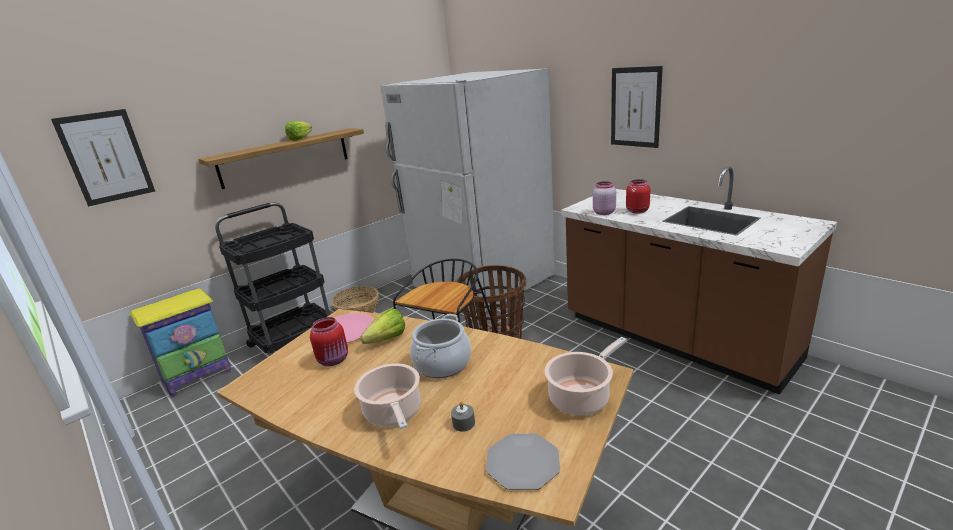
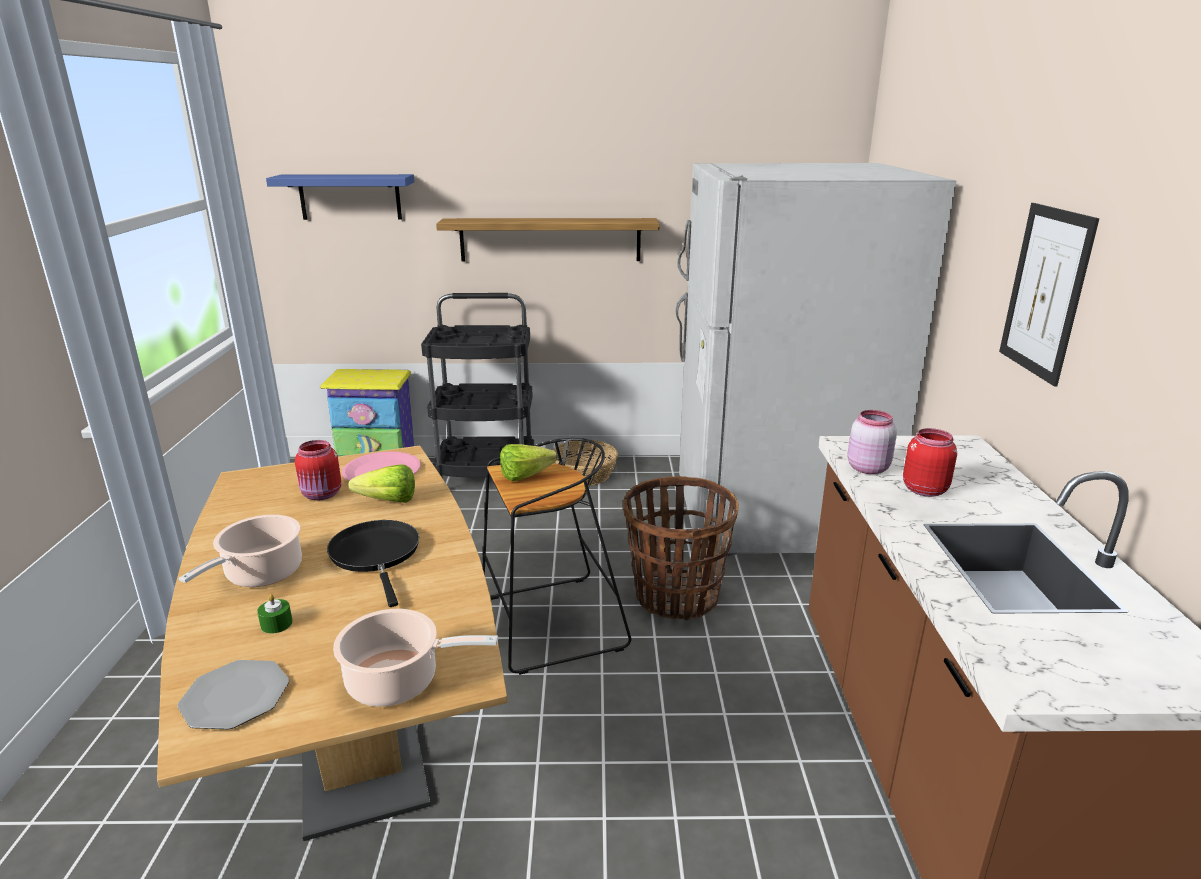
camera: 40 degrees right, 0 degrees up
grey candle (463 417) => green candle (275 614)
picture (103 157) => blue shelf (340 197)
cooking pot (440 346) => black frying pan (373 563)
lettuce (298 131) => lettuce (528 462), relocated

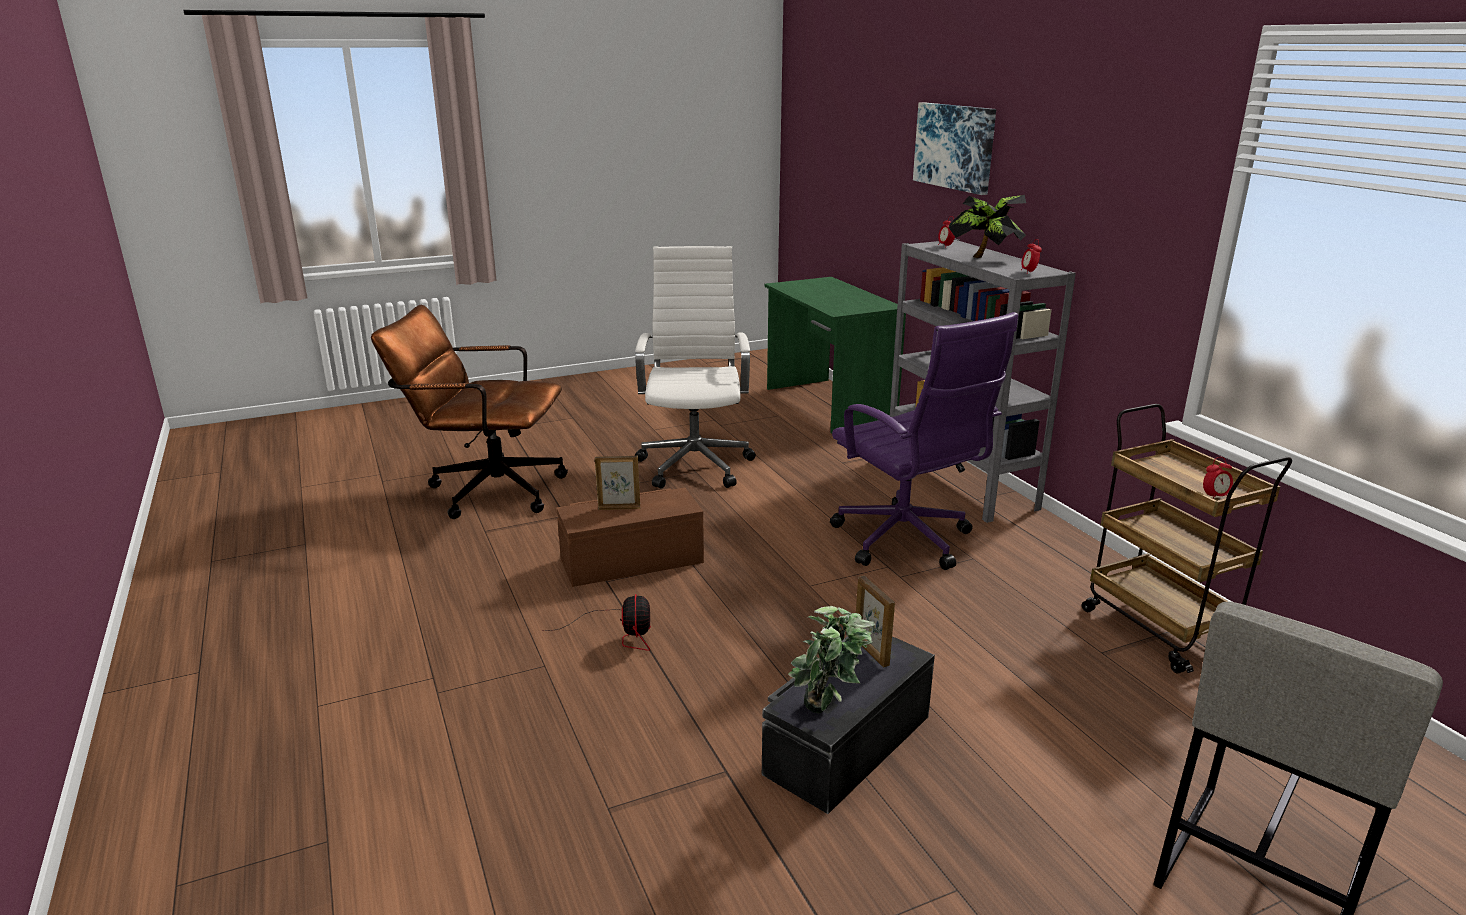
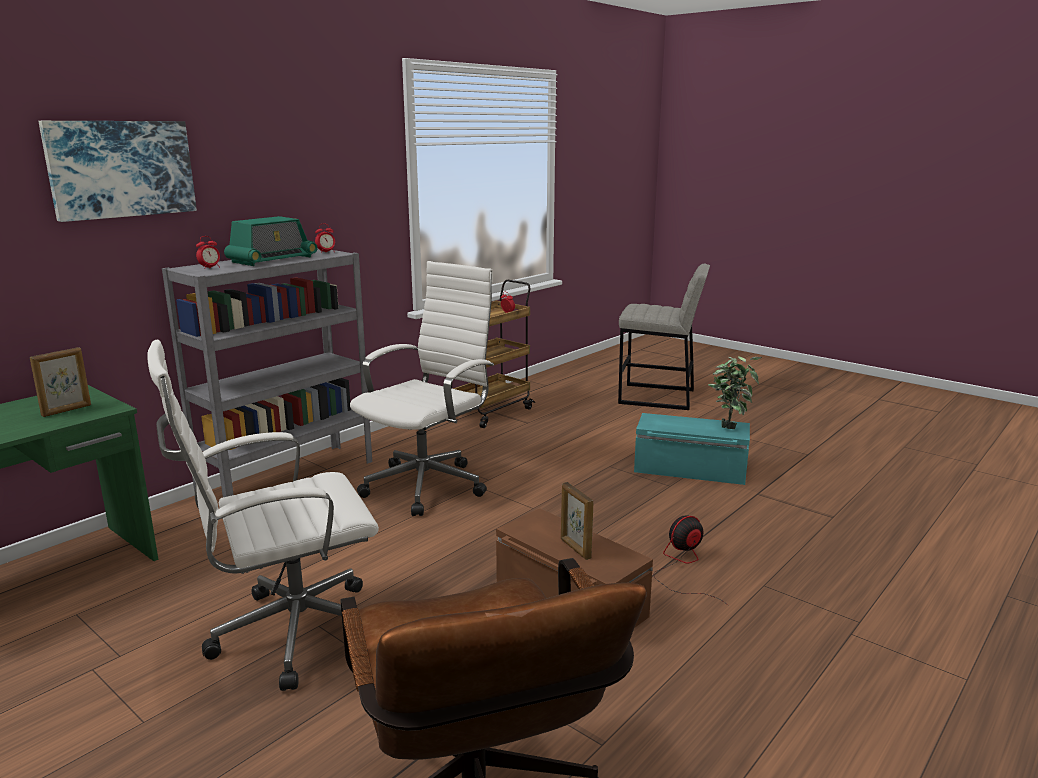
camera: 115 degrees left, 5 degrees down
picture frame (875 621) => picture frame (60 382), relocated
potted plant (987 226) => radio (271 241)
purple office chair (924 441) => white office chair (422 388)
black storage box (848 725) => turquoise storage box (692 449)

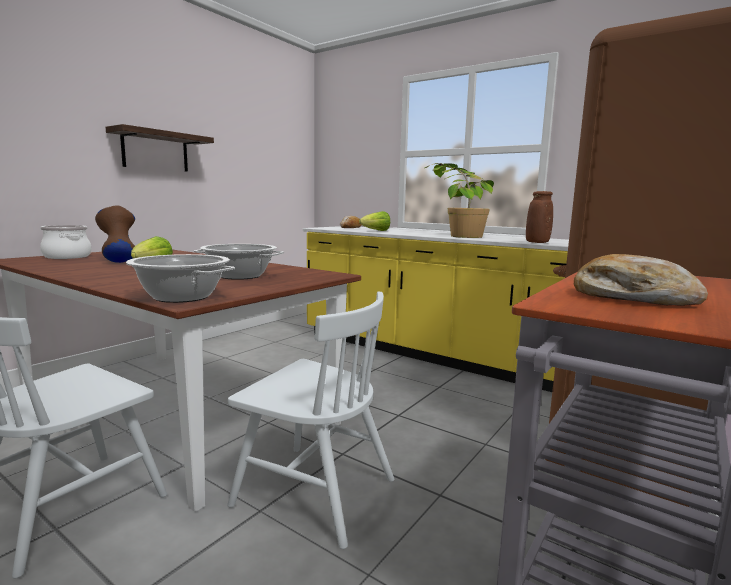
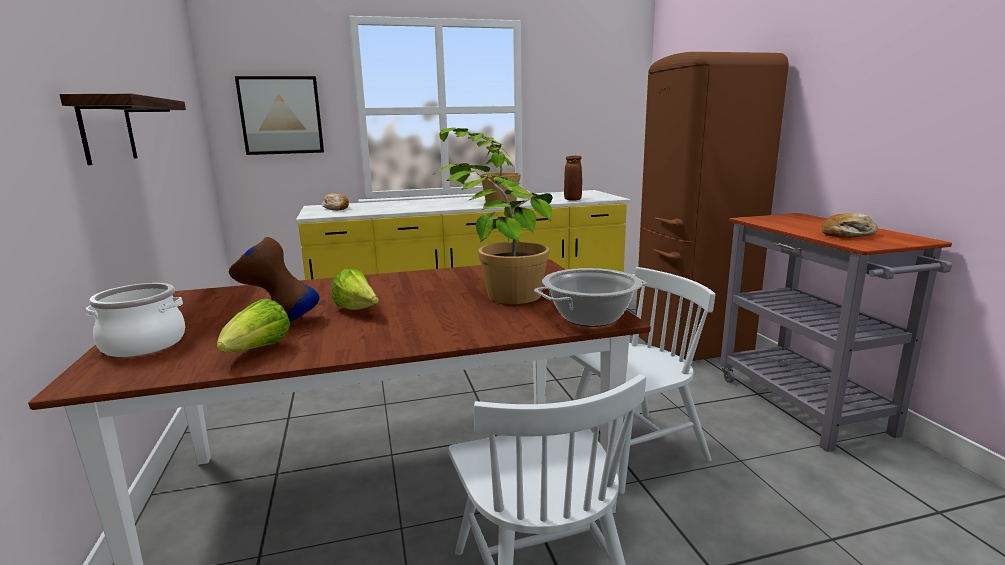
camera: 50 degrees left, 5 degrees up
lettuce (374 221) => lettuce (253 325), relocated
nothing => picture (279 115)
cooking pot (239 262) => potted plant (492 233)

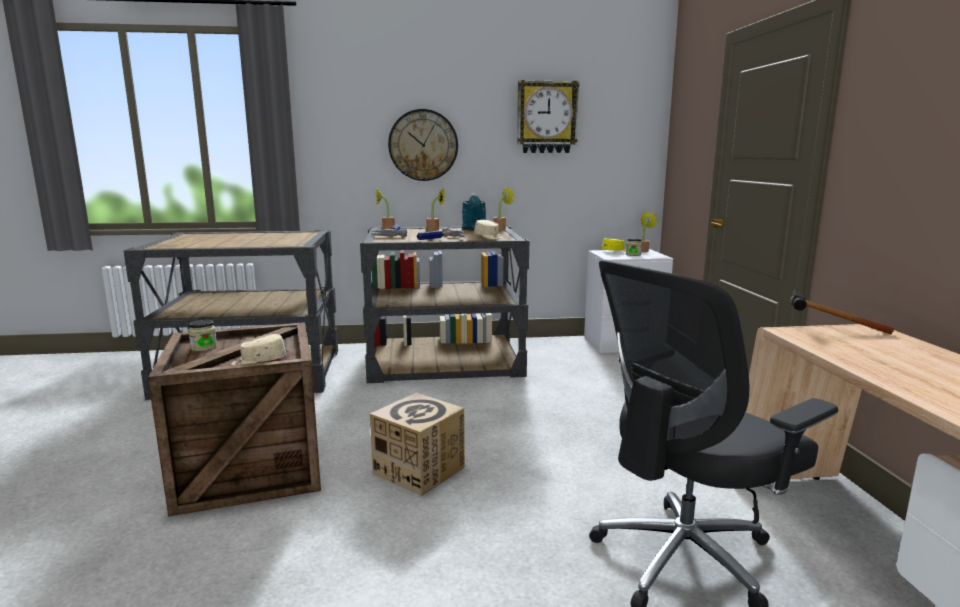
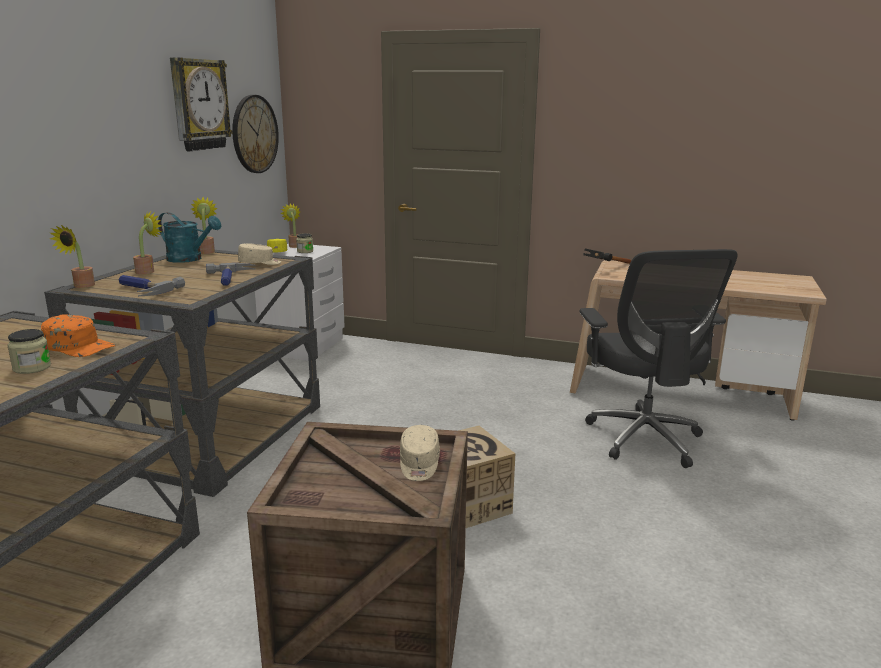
camera: 65 degrees left, 5 degrees up
jar (202 335) => jar (29 351), relocated
nothing => orange cap (78 335)
wall clock (423 145) => wall clock (255 134), relocated

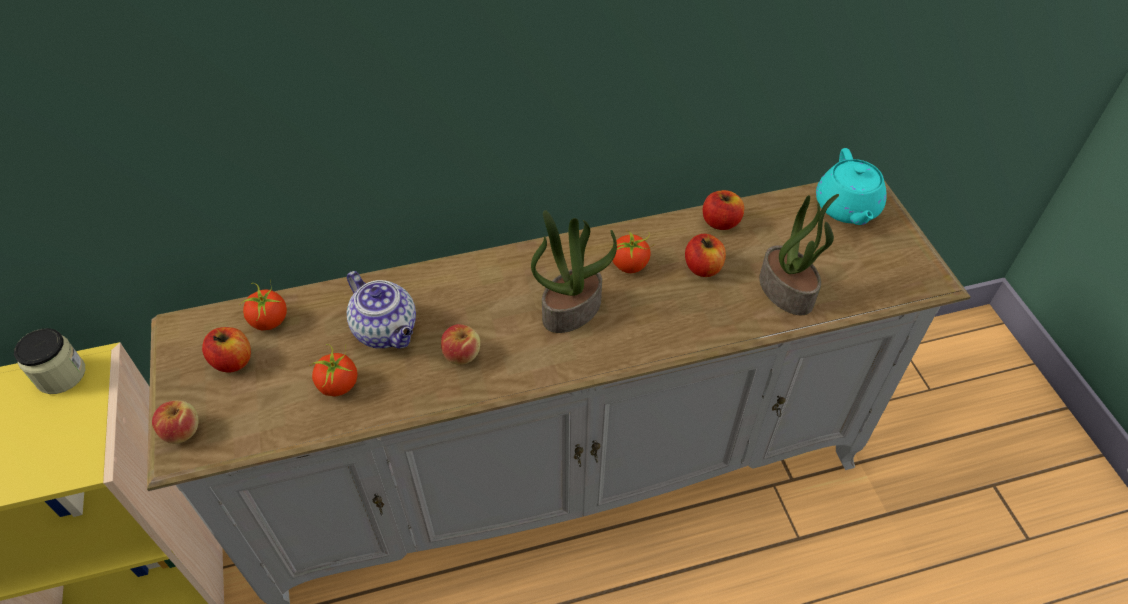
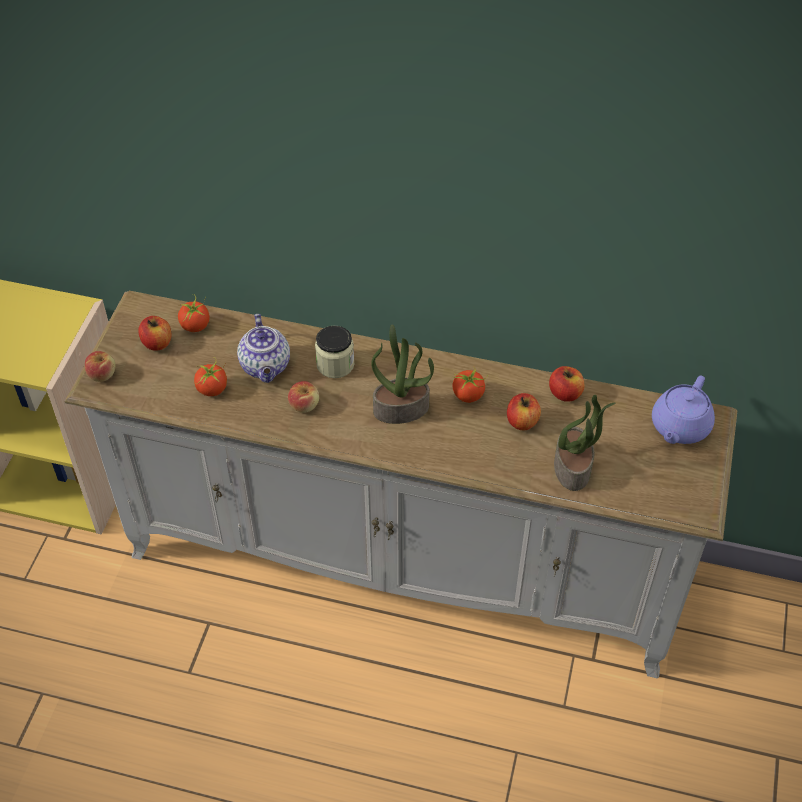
camera: 30 degrees right, 0 degrees up
jar (49 361) => jar (335 352), relocated
turquoise teapot (851 186) => purple teapot (683 410)

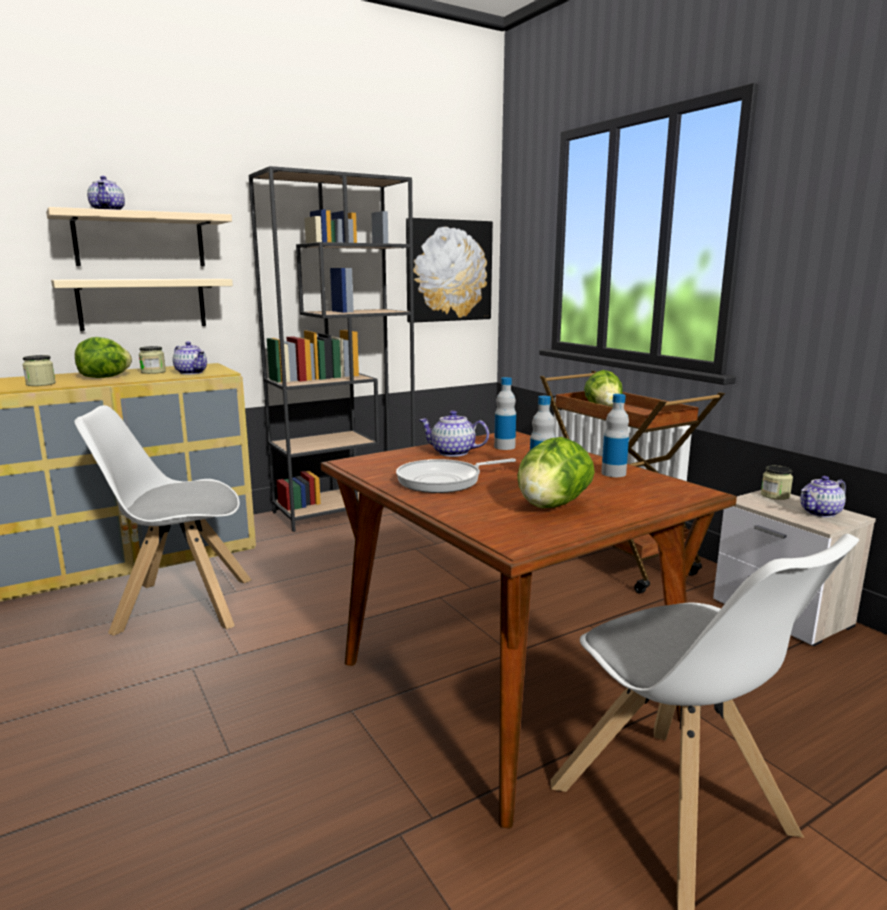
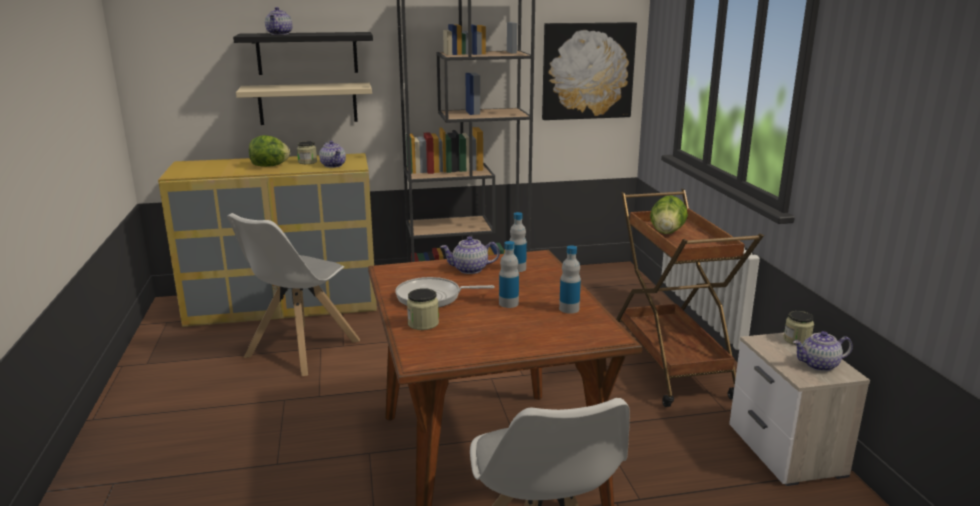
camera: 20 degrees right, 5 degrees up
chair (162 520) => chair (293 294), 75 degrees counterclockwise
beige shelf (139 236) => black shelf (303 53)
jar (39 370) => jar (423 309), relocated
teapot (454 433) => teapot (470 255), 45 degrees counterclockwise
lettuce (556 472) => nothing

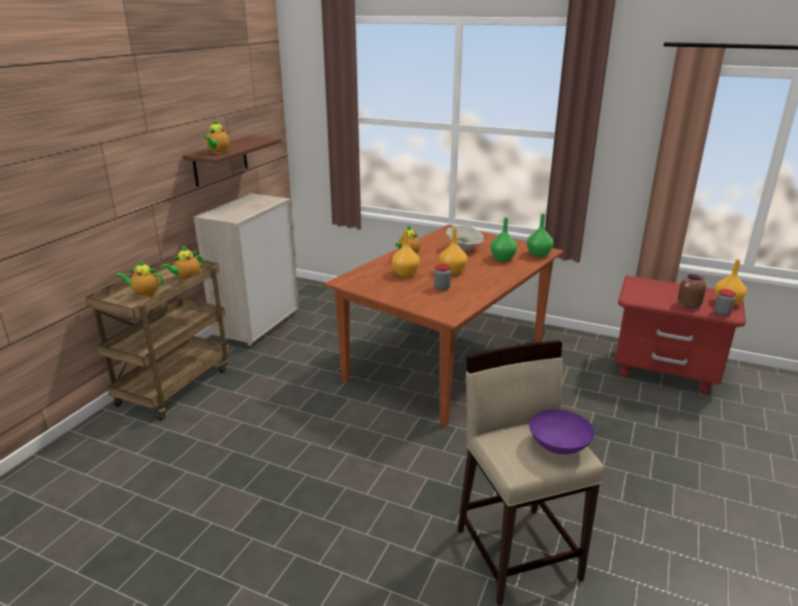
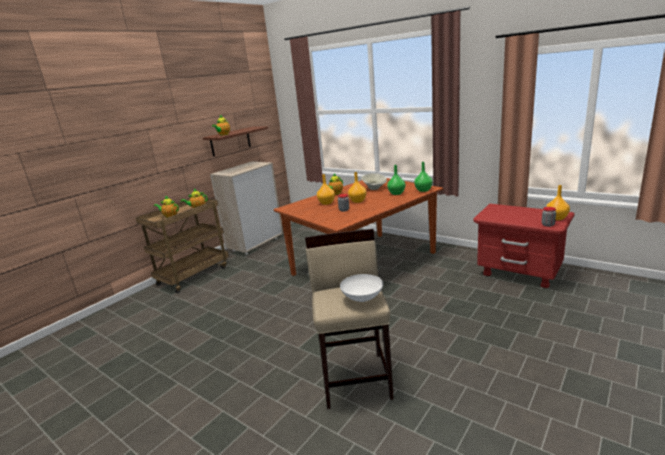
camera: 15 degrees right, 5 degrees down
purple bowl (562 431) => white bowl (361 288)
brown jar (692 291) => nothing

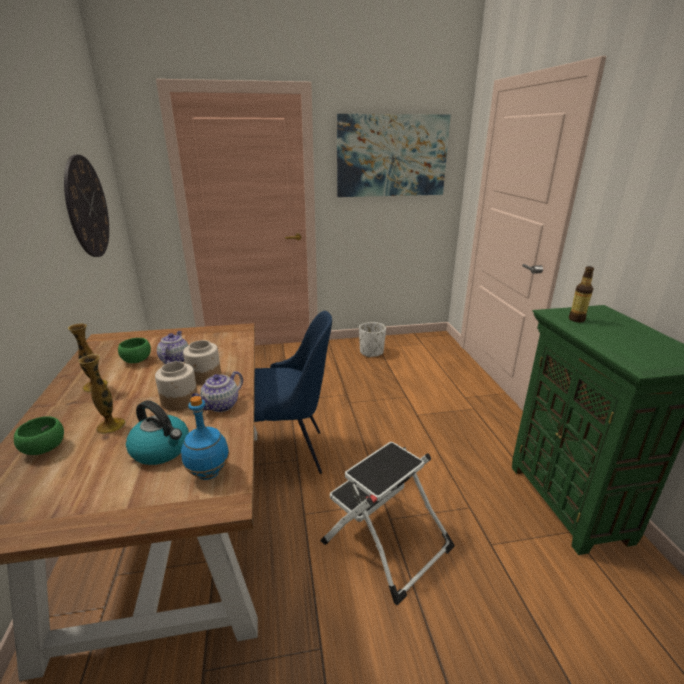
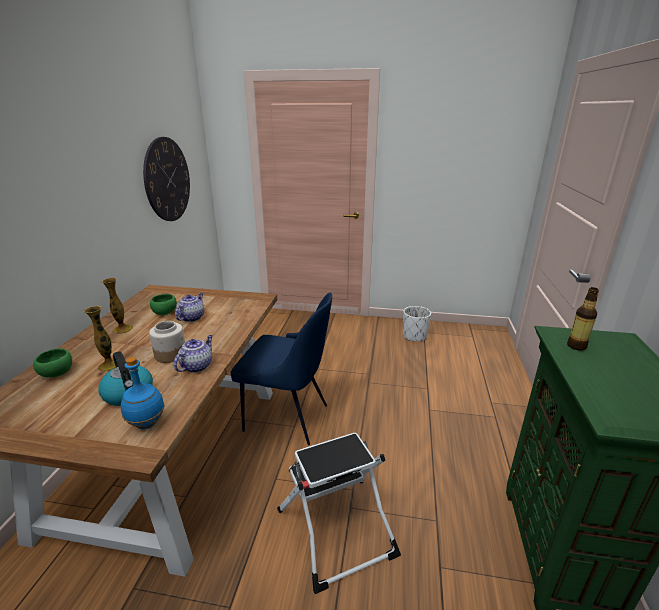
camera: 20 degrees right, 0 degrees up
teapot (217 391) => teapot (193 354), 150 degrees clockwise
jar (202 362) => nothing
picture (394 155) => nothing

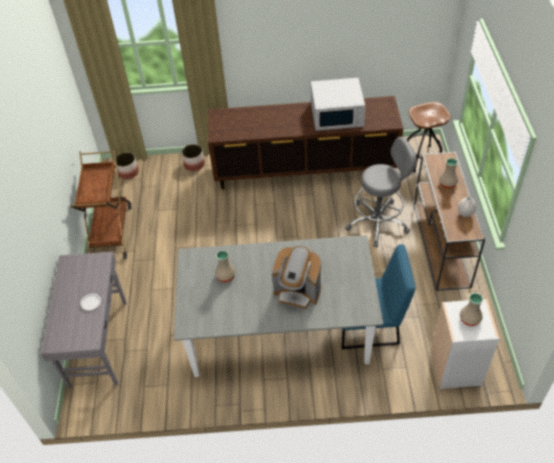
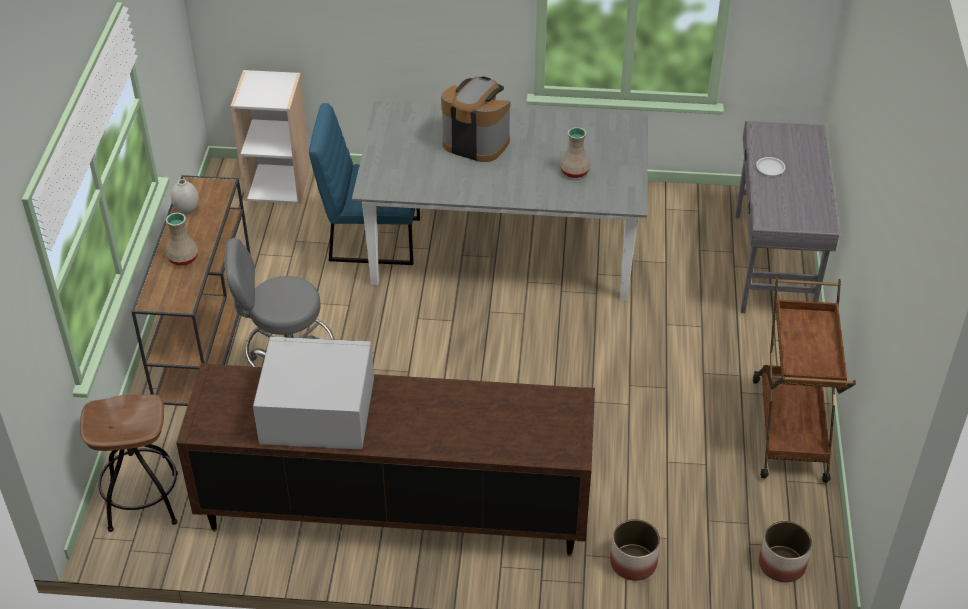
camera: 175 degrees left, 5 degrees down
beige vase (471 309) => nothing

